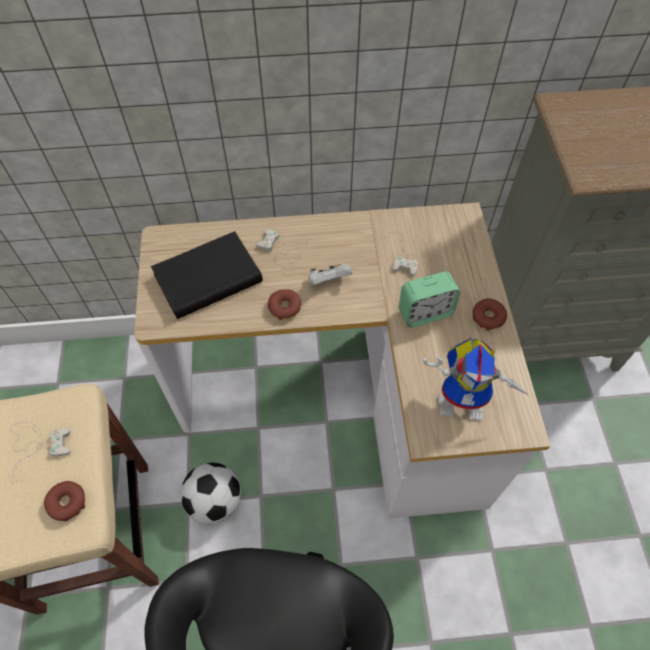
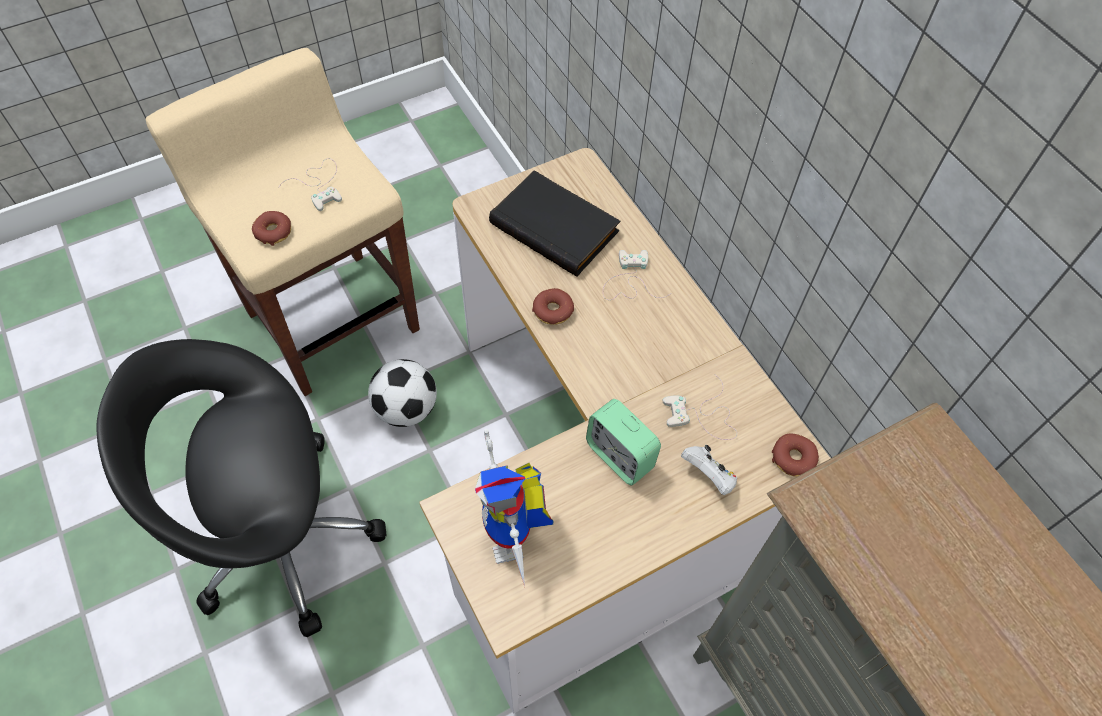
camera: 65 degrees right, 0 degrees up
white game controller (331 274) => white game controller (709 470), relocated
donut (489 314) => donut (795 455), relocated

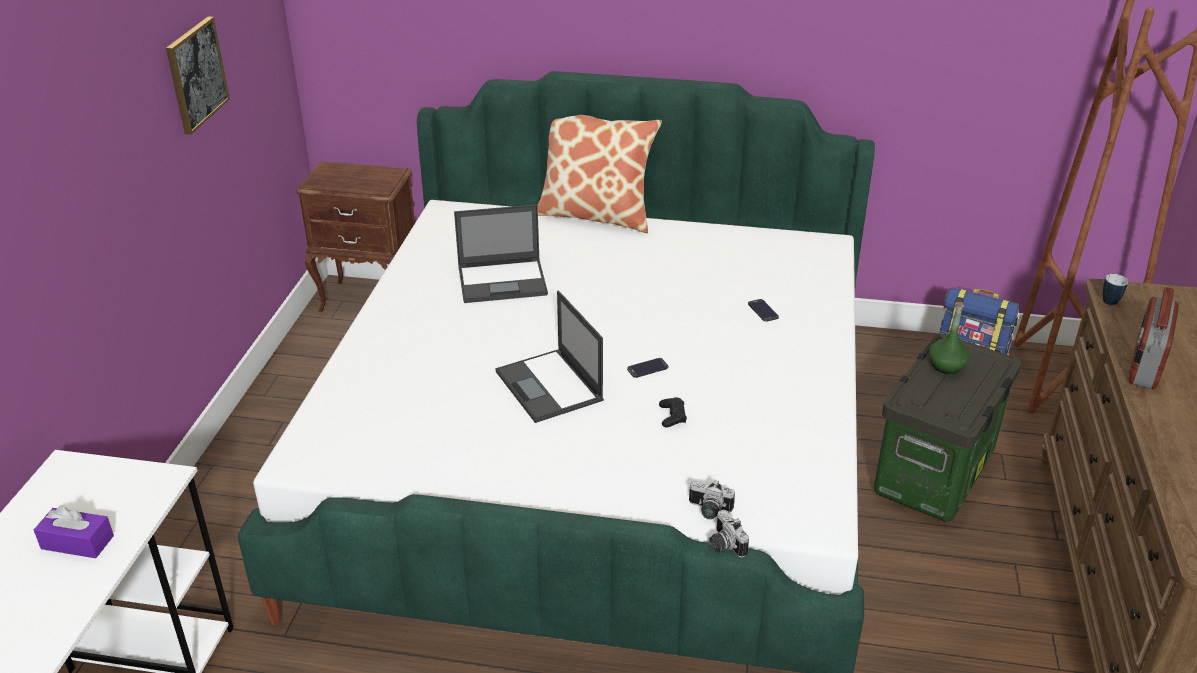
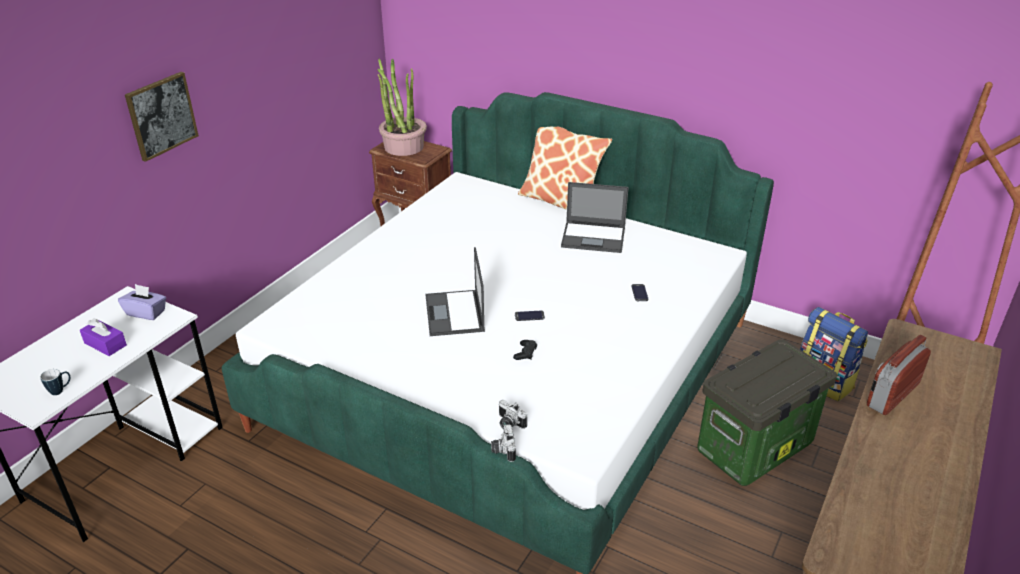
camera: 20 degrees right, 0 degrees up
mug (1115 289) => mug (55 382), relocated
nothing => purple tissue box (142 302)
picture (198 76) => picture (162 117), relocated
nothing => potted plant (402 107)
laptop (501 254) => laptop (595 217), relocated
green bottle (949 338) => nothing

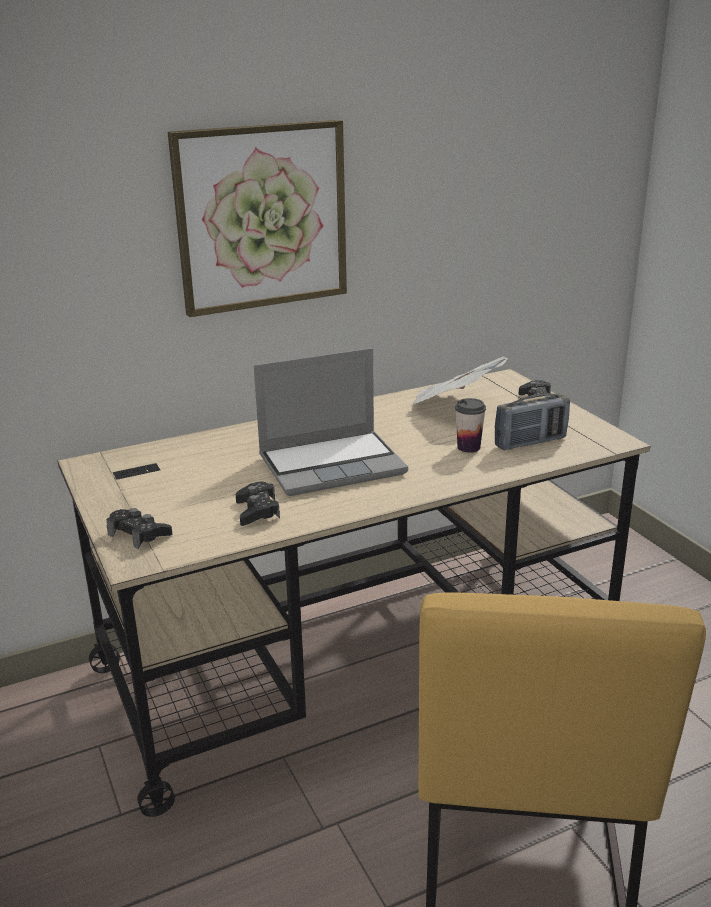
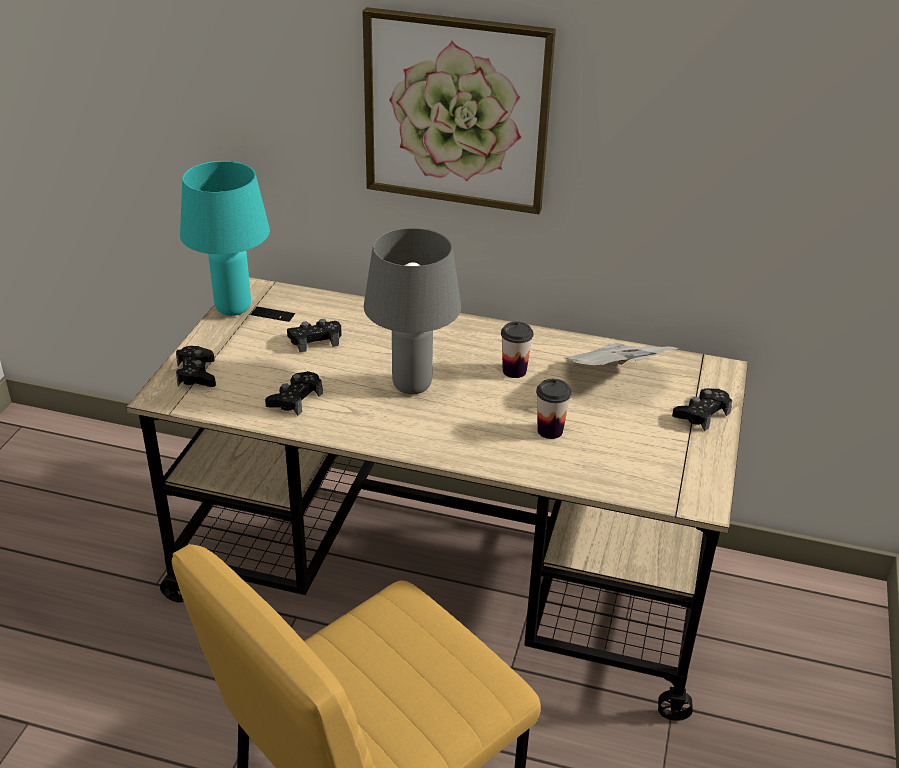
camera: 40 degrees right, 10 degrees up
nothing => turquoise table lamp (225 238)
nothing => black game controller (314 335)
laptop (331 422) => grey table lamp (412 311)
nothing => cup (517 349)
radio (532 421) => nothing

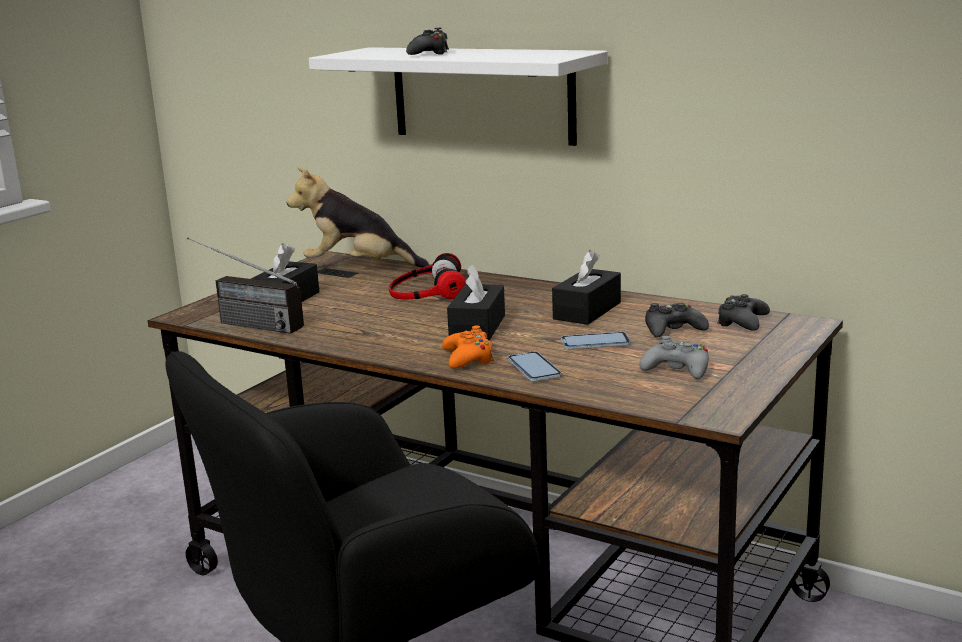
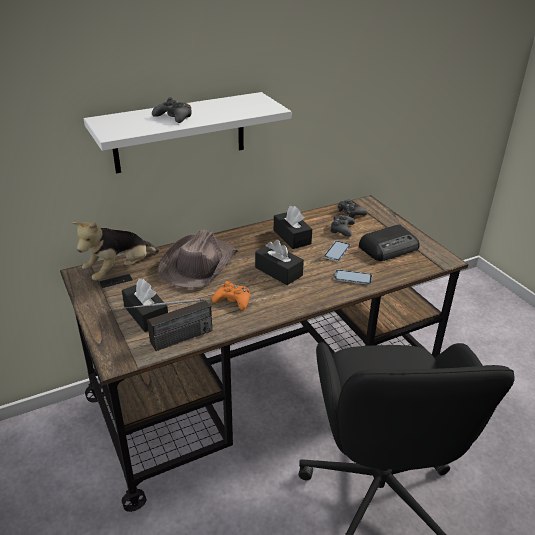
camera: 60 degrees left, 15 degrees up
headphones (427 276) => brown hat (198 259)
orange game controller (468 347) => orange game controller (231 295), relocated
grey game controller (674 357) => radio (389 242)

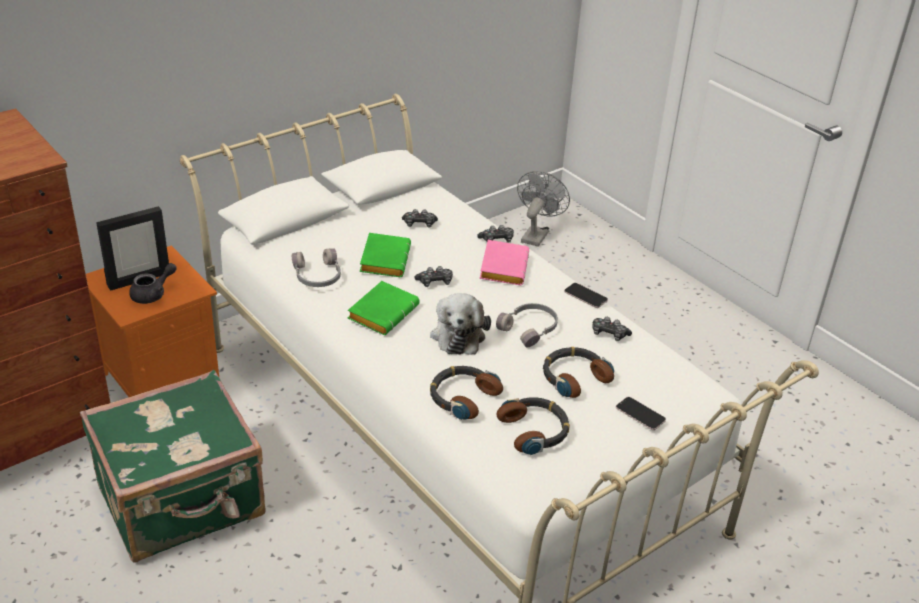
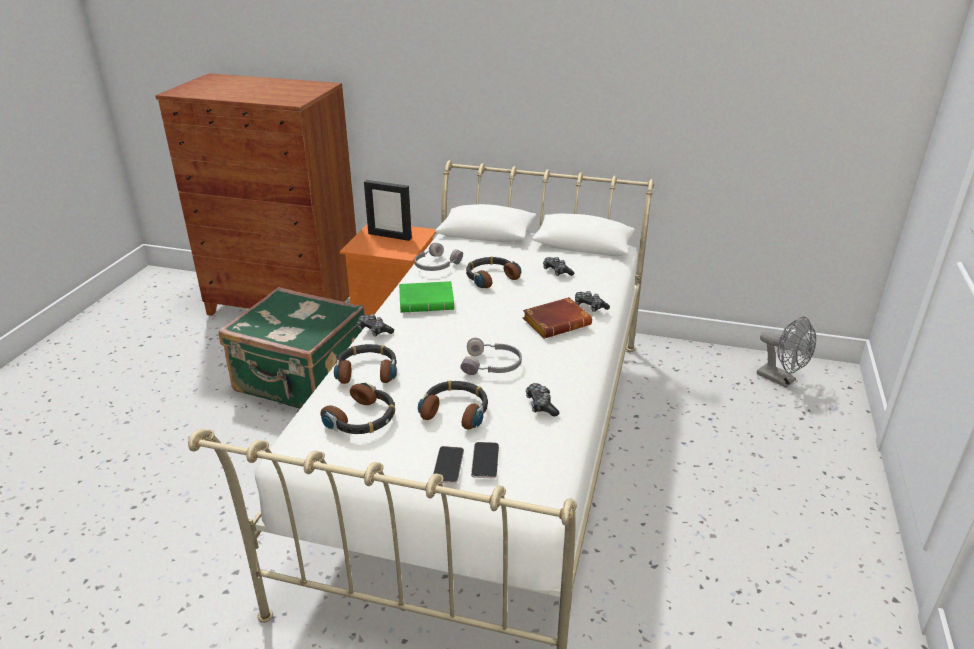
camera: 55 degrees right, 5 degrees down
game controller (433 276) => game controller (375 325), relocated
green book (385 255) => headphones (493 272)
phone (586 295) => phone (485 460), relocated
pink book (504 262) => brown book (557 318)
grey fan (543 209) => grey fan (786 352), 60 degrees clockwise
grey teapot (153 283) => nothing
plush toy (460 324) => nothing

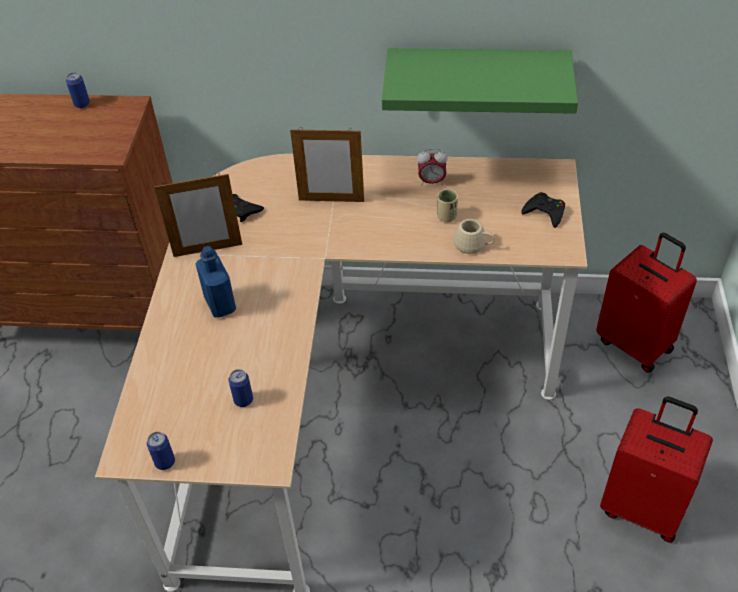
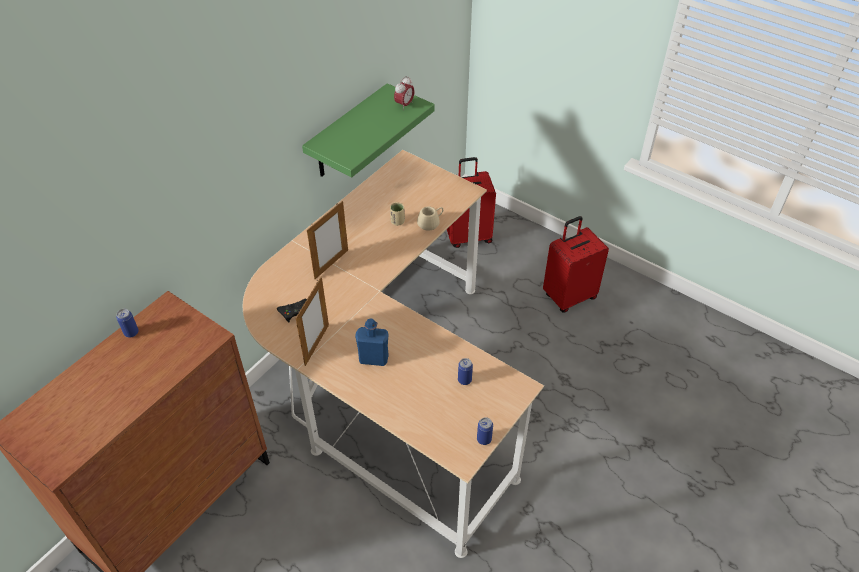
camera: 60 degrees left, 0 degrees up
alarm clock (432 167) => alarm clock (404 92), relocated
black game controller (543 210) => nothing

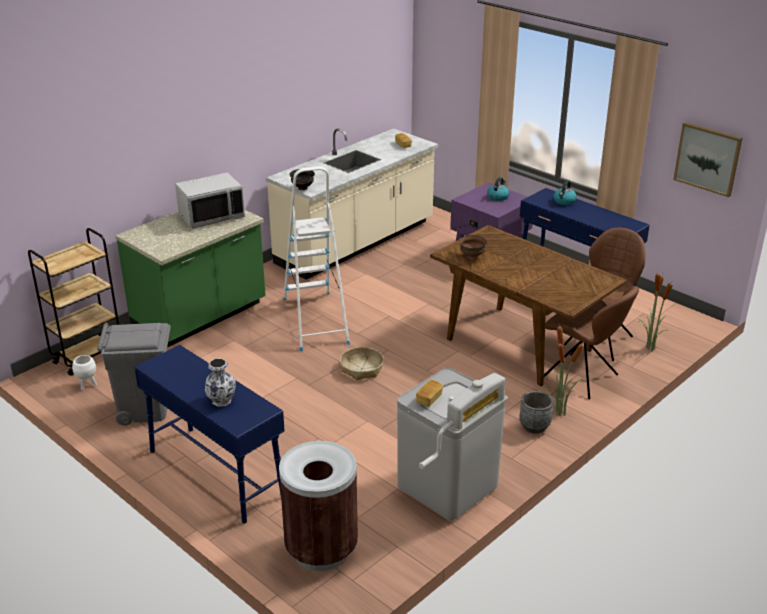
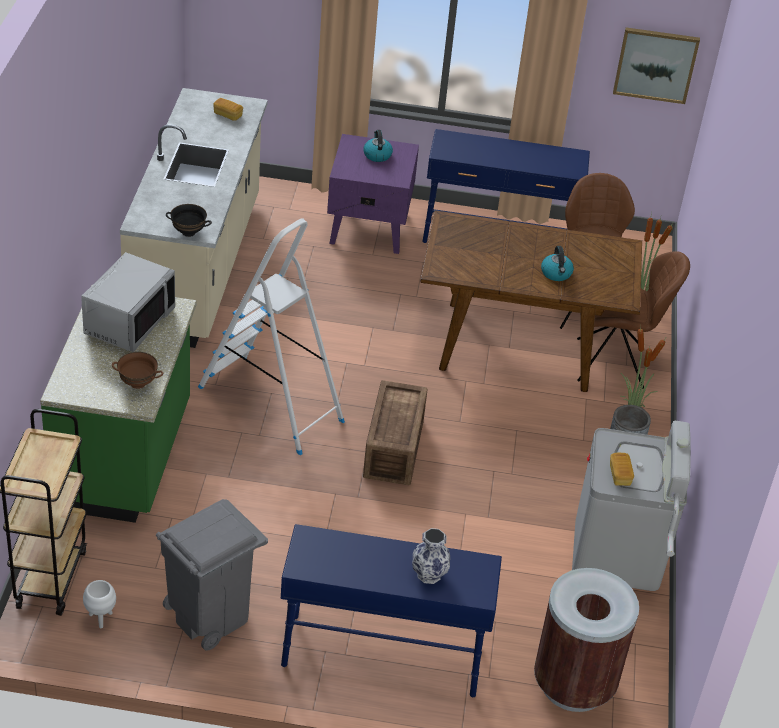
camera: 40 degrees left, 10 degrees up
brown bowl (473 247) => brown bowl (137 370), relocated
basket (362 363) => crate (395 432)
kettle (565 192) => kettle (557 263), relocated

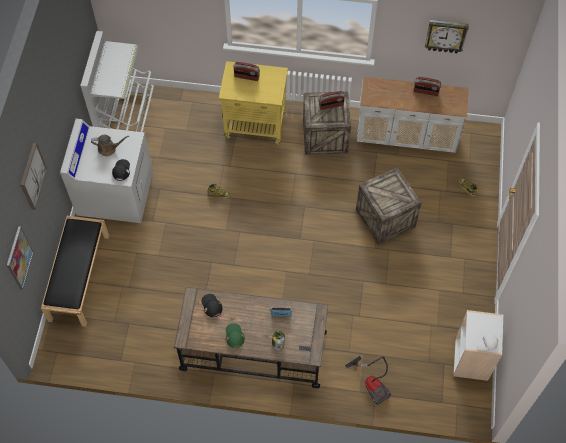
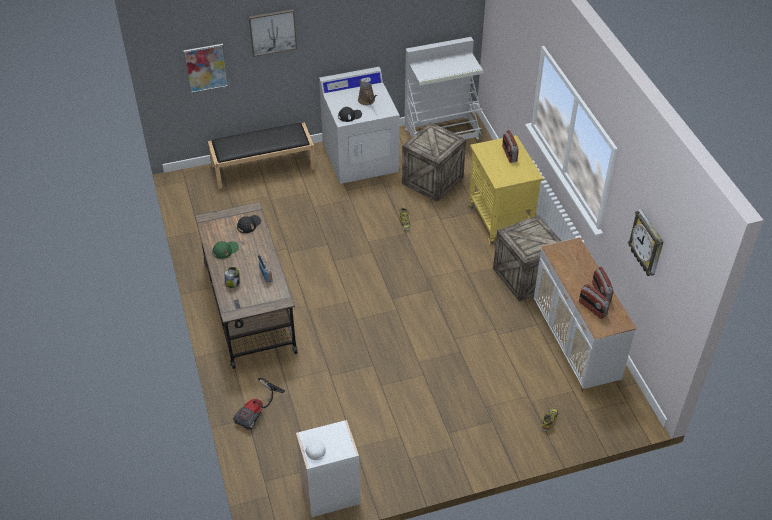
camera: 65 degrees right, 15 degrees down
crate (389 206) => crate (434 162), relocated
radio (332 100) => radio (594 301), relocated

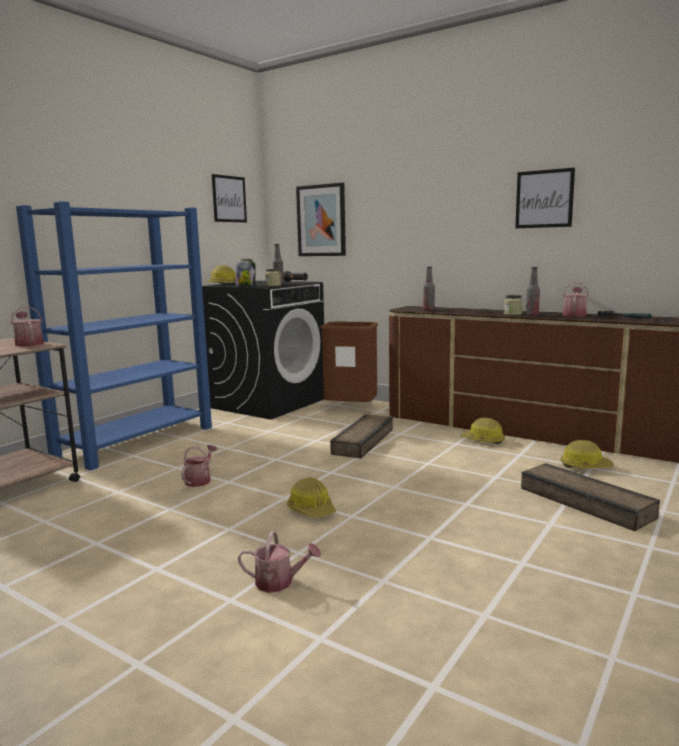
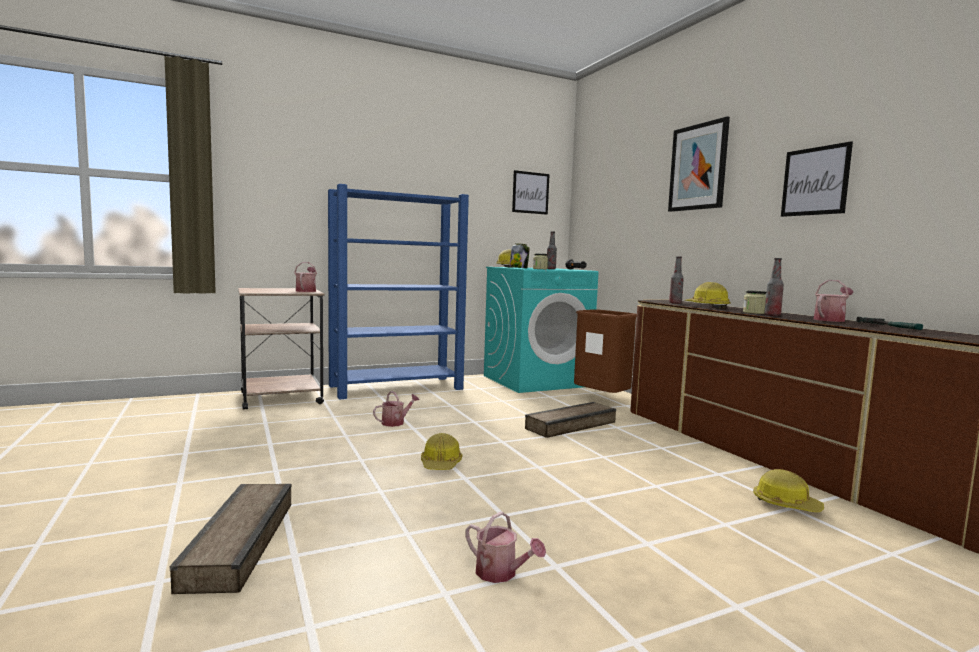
camera: 30 degrees right, 5 degrees down
crate (590 497) => crate (230 539), relocated
watering can (279 562) => watering can (505 547), relocated
black washing machine (263 350) => turquoise washing machine (541 330)
picture (321 219) => picture (699 164), relocated
hard hat (482 431) => hard hat (707 295), relocated

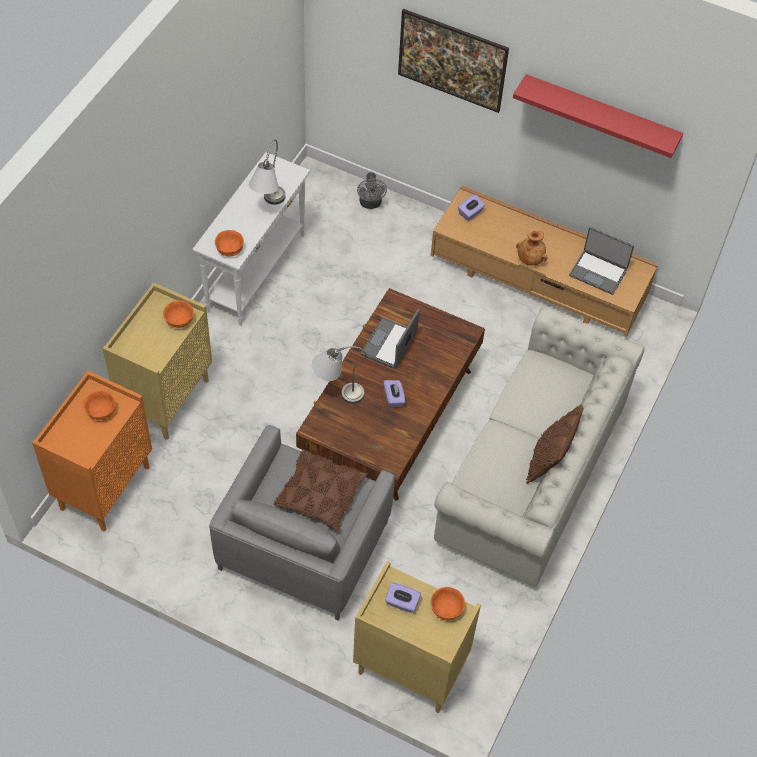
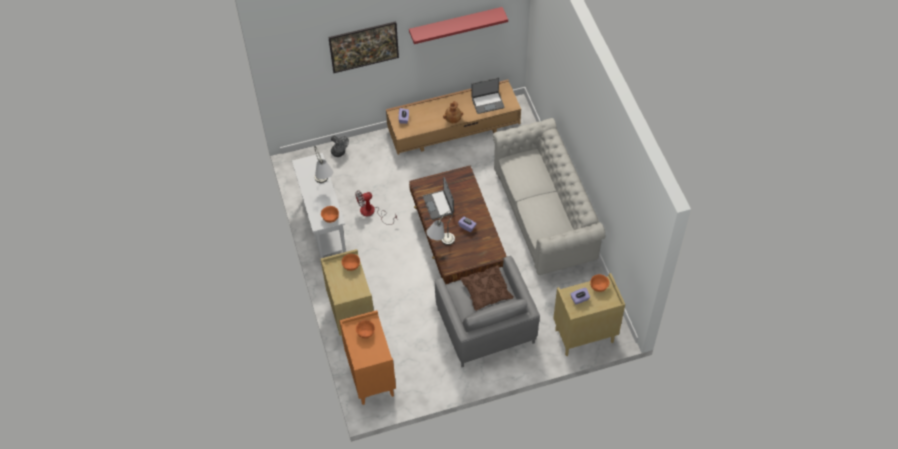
camera: 40 degrees left, 0 degrees up
nothing => fan (376 207)
brown pillow (555 444) => nothing

